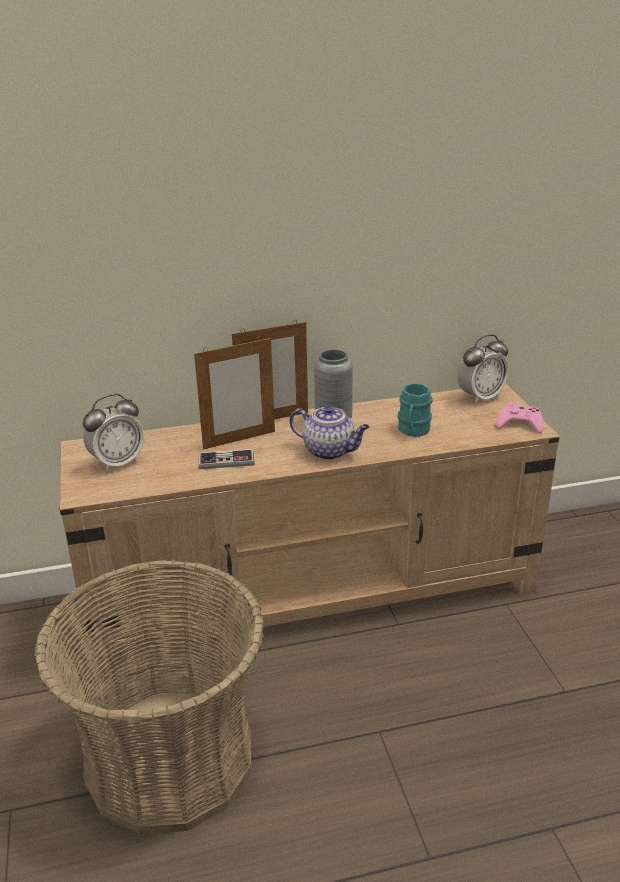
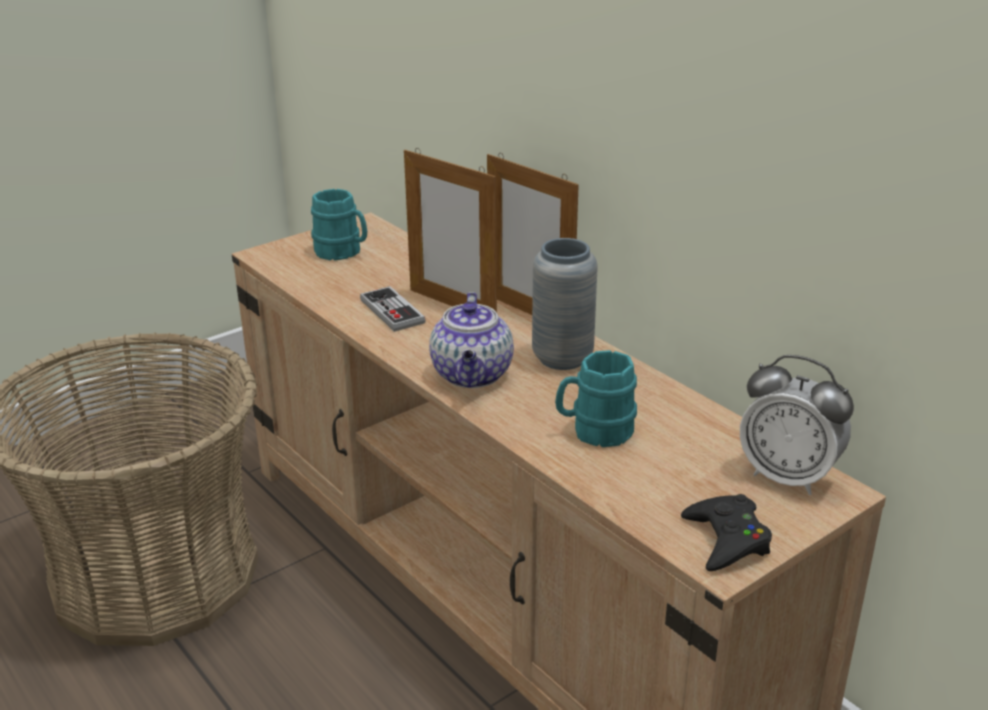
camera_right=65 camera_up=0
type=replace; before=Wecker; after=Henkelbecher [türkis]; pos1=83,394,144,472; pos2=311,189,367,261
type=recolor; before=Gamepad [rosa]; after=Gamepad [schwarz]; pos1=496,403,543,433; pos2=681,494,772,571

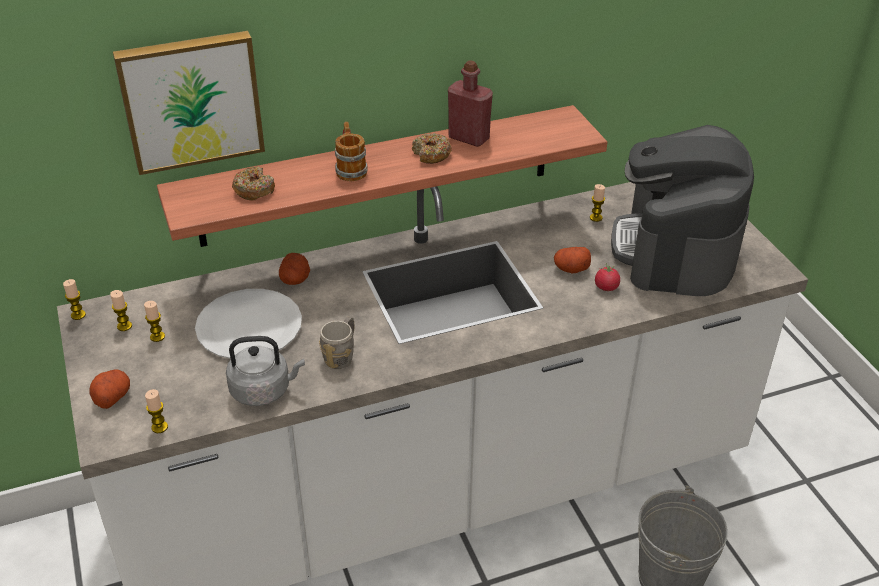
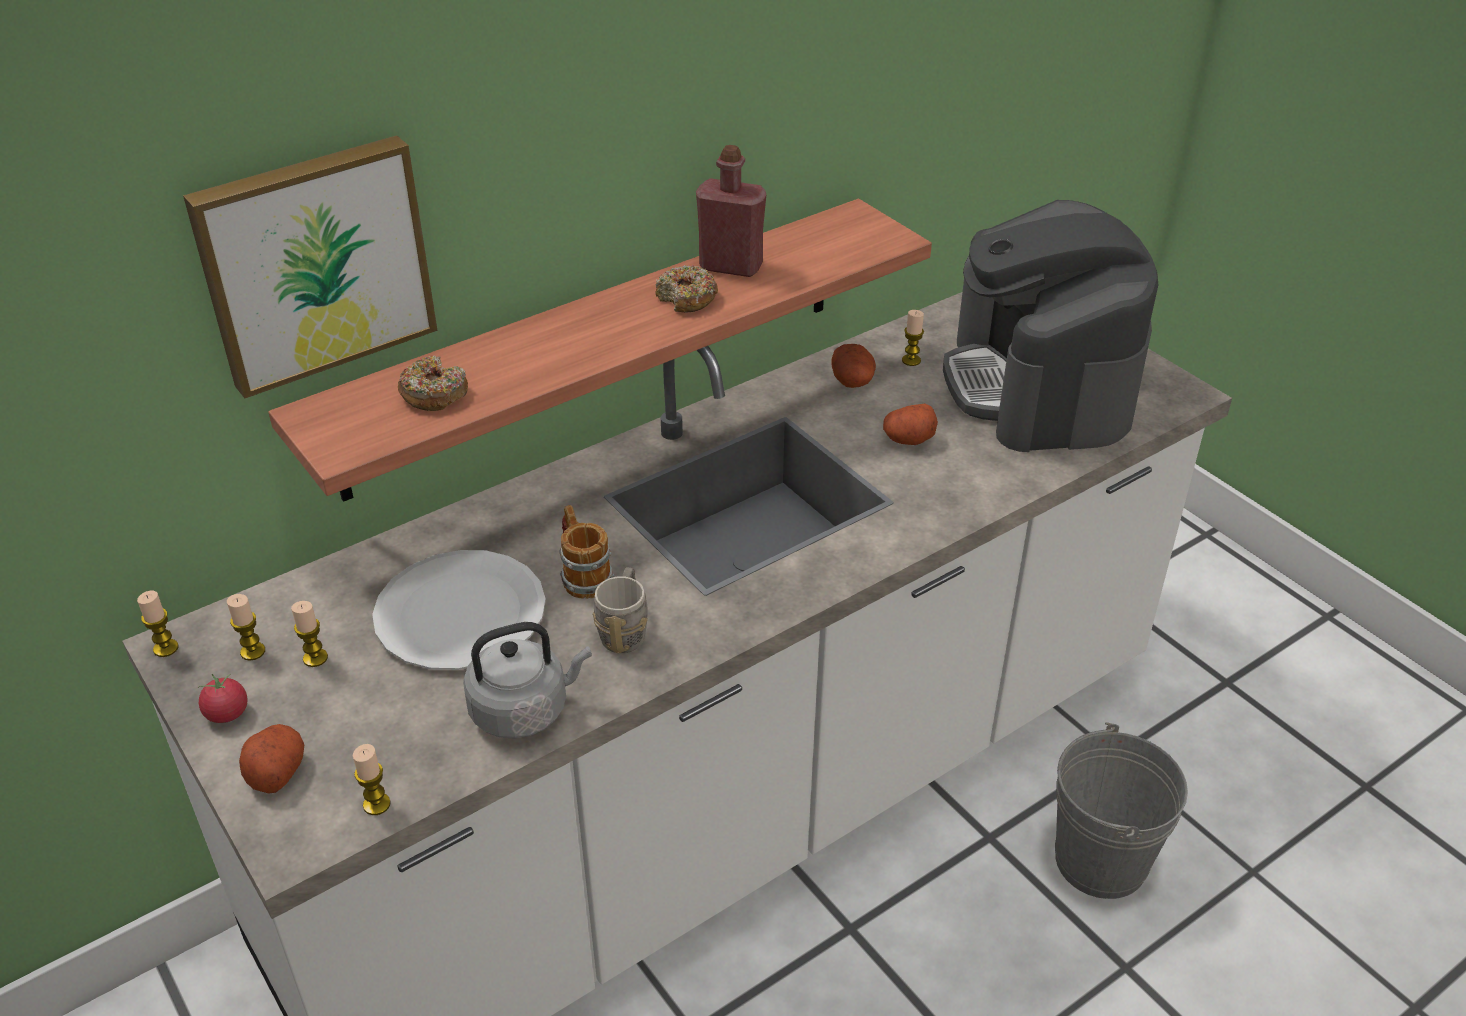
camera_right=-15 camera_up=0
type=move; before=Kartoffel; pos1=279,253,310,285; pos2=831,344,876,388
type=move; before=Henkelbecher; pos1=335,122,368,181; pos2=559,505,614,599
type=move; before=Tomate; pos1=595,263,620,291; pos2=198,674,247,723

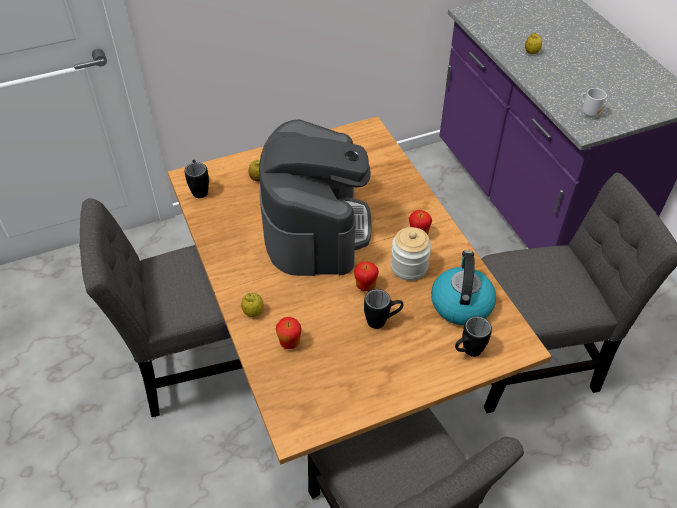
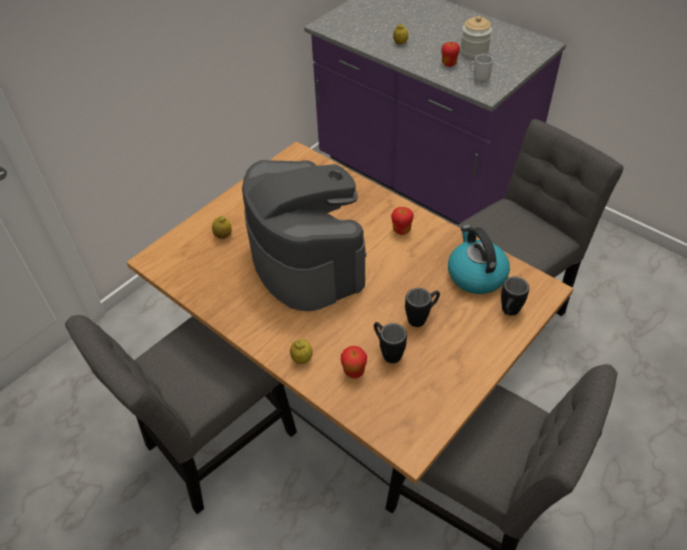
camera_right=-25 camera_up=0
type=move; before=Henkelbecher [schwarz]; pos1=185,160,209,198; pos2=374,322,407,363
type=move; before=Apfel; pos1=354,261,379,291; pos2=441,42,460,67
type=move; before=Vorratsglas; pos1=391,227,431,281; pos2=460,16,492,60

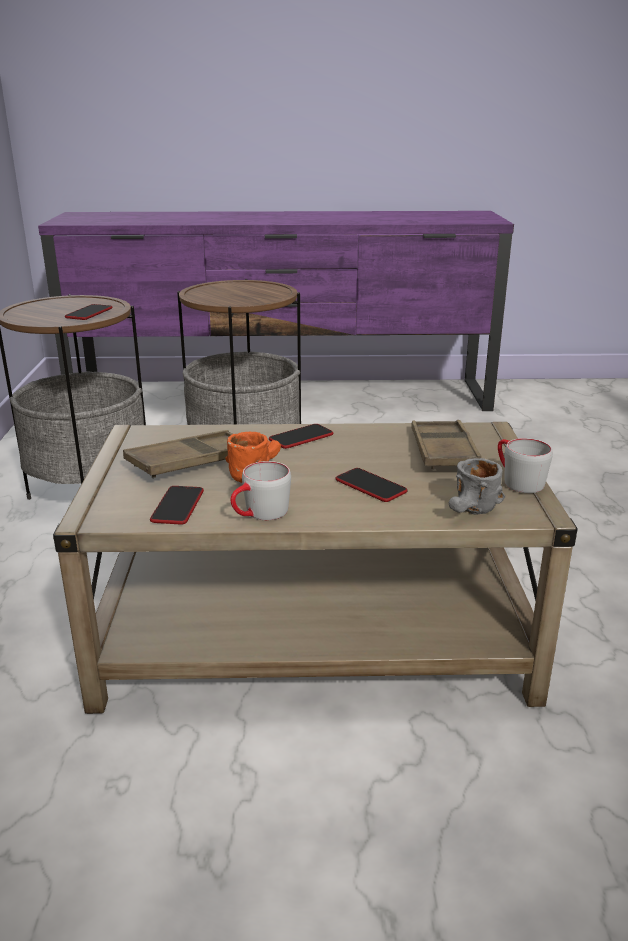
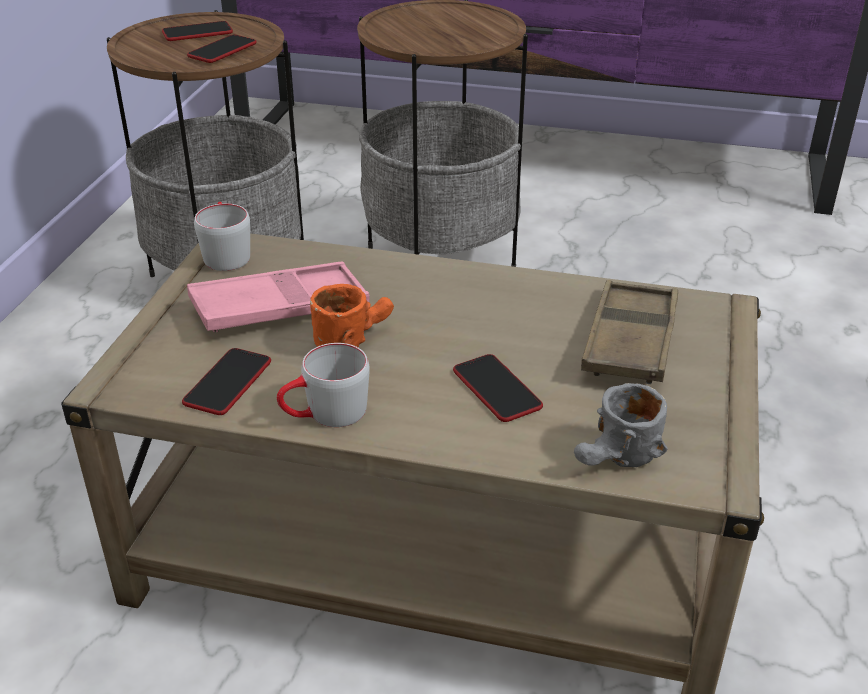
camera_right=15 camera_up=10
type=move; before=Handy; pos1=269,424,333,449; pos2=162,21,233,41
type=move; before=Henkelbecher [grau]; pos1=498,438,553,493; pos2=194,202,250,271
type=recolor; before=Tablett [braun]; after=Tablett [rosa]; pos1=123,430,232,478; pos2=187,262,370,332

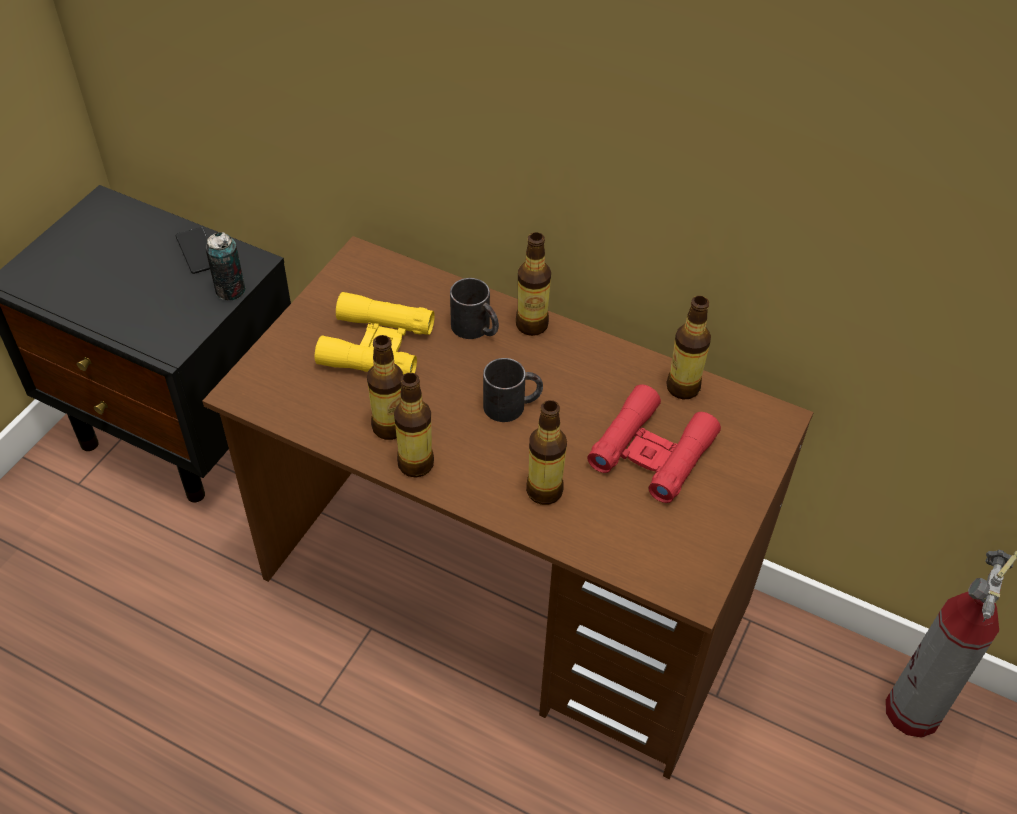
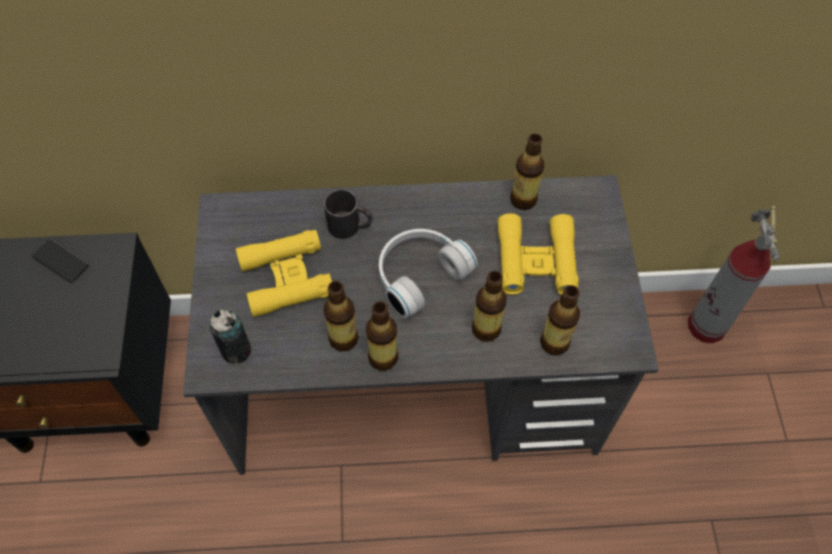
camera_right=-30 camera_up=10
type=move; before=Dose; pos1=206,232,246,300; pos2=209,309,251,364
type=move; before=Flasche; pos1=516,232,551,336; pos2=540,285,580,355
type=replace; before=Henkelbecher [schwarz]; after=Kopfhörer [weiß]; pos1=483,358,543,422; pos2=379,229,478,318
type=recolor; before=Schreibtisch [braun]; after=Schreibtisch [grau]; pos1=202,236,814,779; pos2=183,175,659,475
type=recolor; before=Fernglas [rot]; after=Fernglas [gelb]; pos1=587,384,721,503; pos2=497,213,579,295

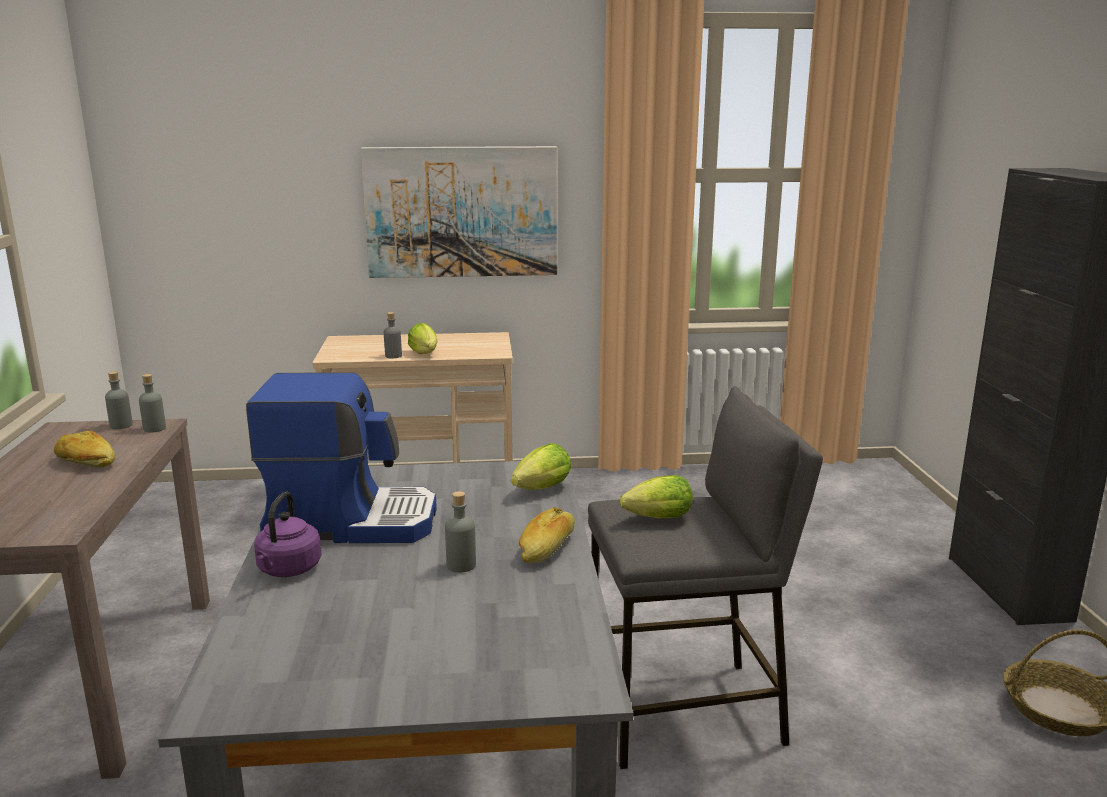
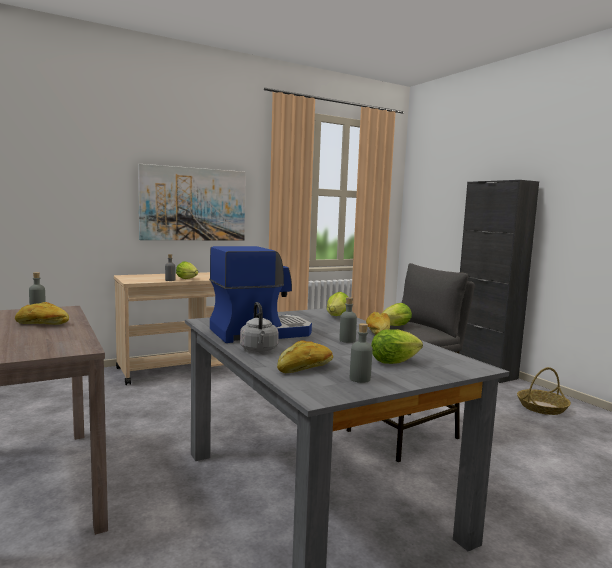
camera_right=-25 camera_up=-10
type=insert; after=Brot; pos2=277,340,333,373
type=insert; after=Salatkopf; pos2=371,329,423,364
type=move; before=Flasche [grau]; pos1=139,374,166,432; pos2=350,323,373,383
type=recolor; before=Wasserkessel [lila]; after=Wasserkessel [grau]; pos1=254,491,322,577; pos2=240,302,279,352

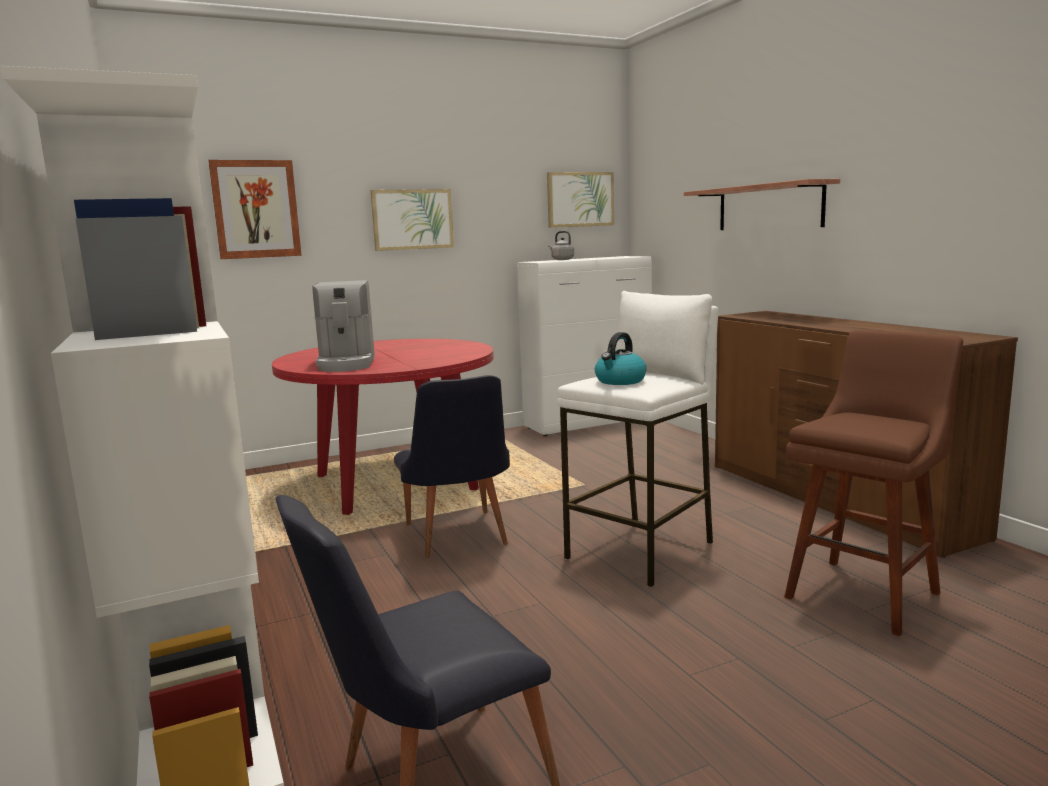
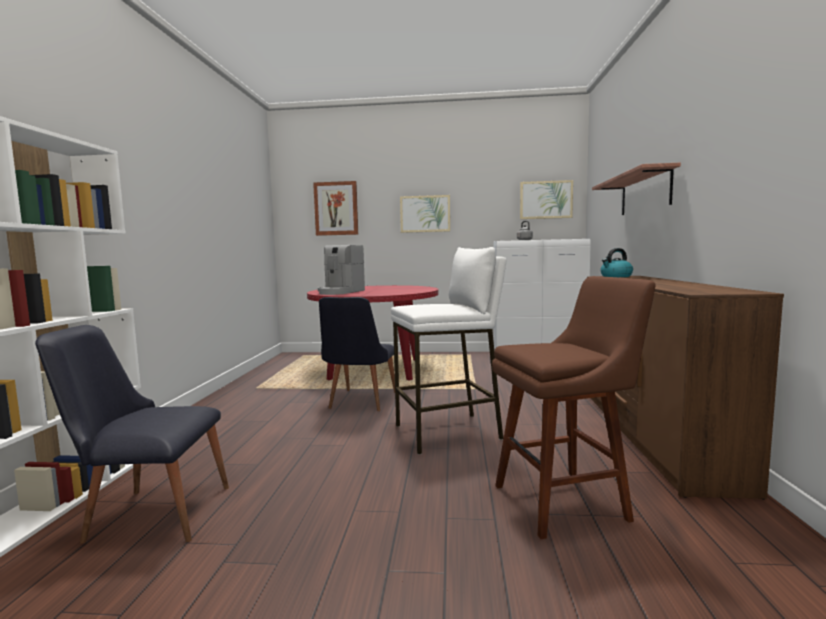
camera_right=30 camera_up=-5
type=move; before=Wasserkessel; pos1=595,332,647,385; pos2=600,248,633,277

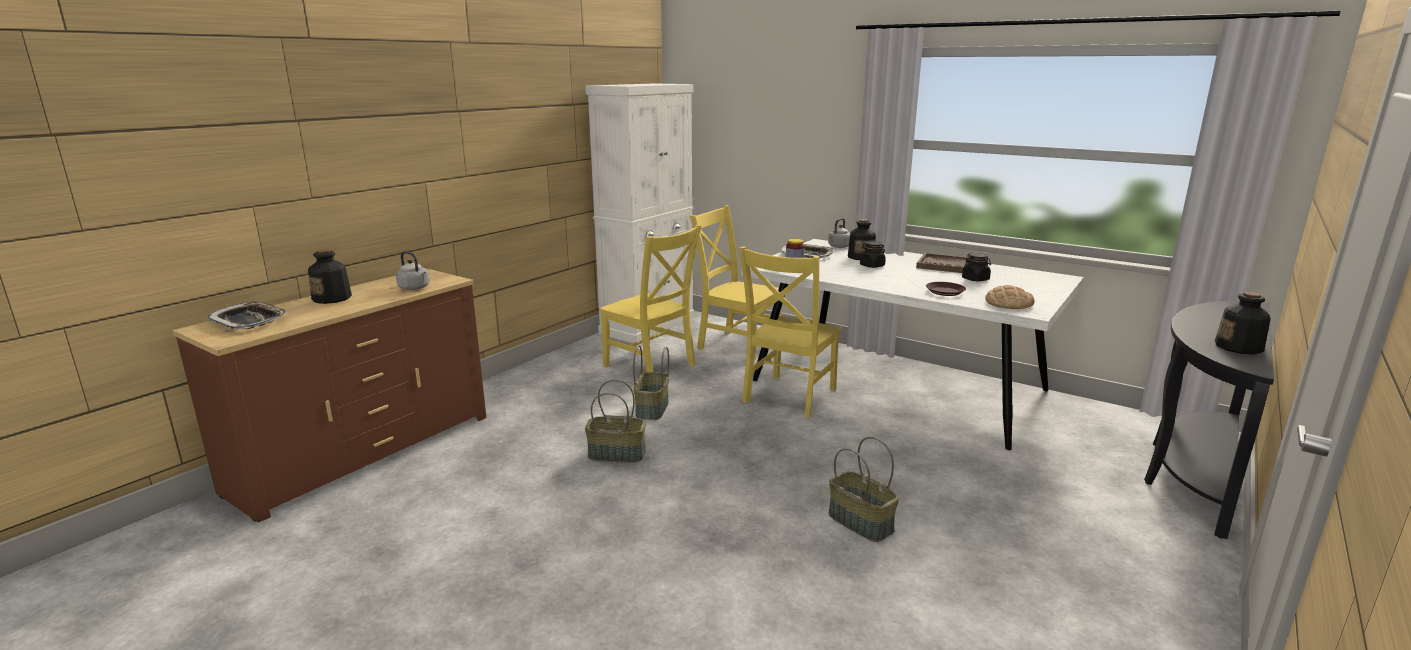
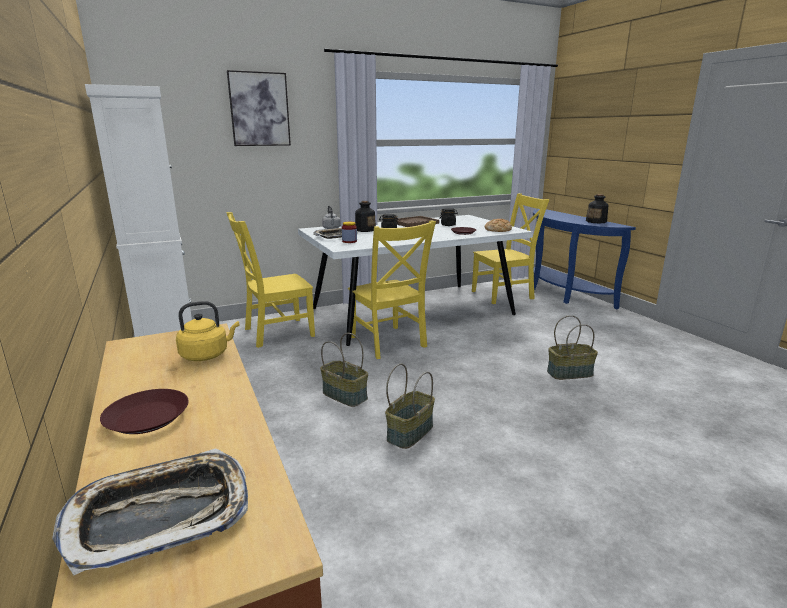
camera_right=-60 camera_up=0
type=insert; after=Bild; pos2=227,70,291,146
type=move; before=Stuhl [gelb]; pos1=599,225,702,372; pos2=472,193,550,304
type=replace; before=Flasche; after=Teller [braun]; pos1=308,249,352,304; pos2=100,389,189,434
type=recolor; before=Wasserkessel [grau]; after=Wasserkessel [gelb]; pos1=396,251,429,290; pos2=176,301,239,361
type=recolor; before=Konsolentisch [schwarz]; after=Konsolentisch [blau]; pos1=1144,301,1274,539; pos2=533,209,636,309

